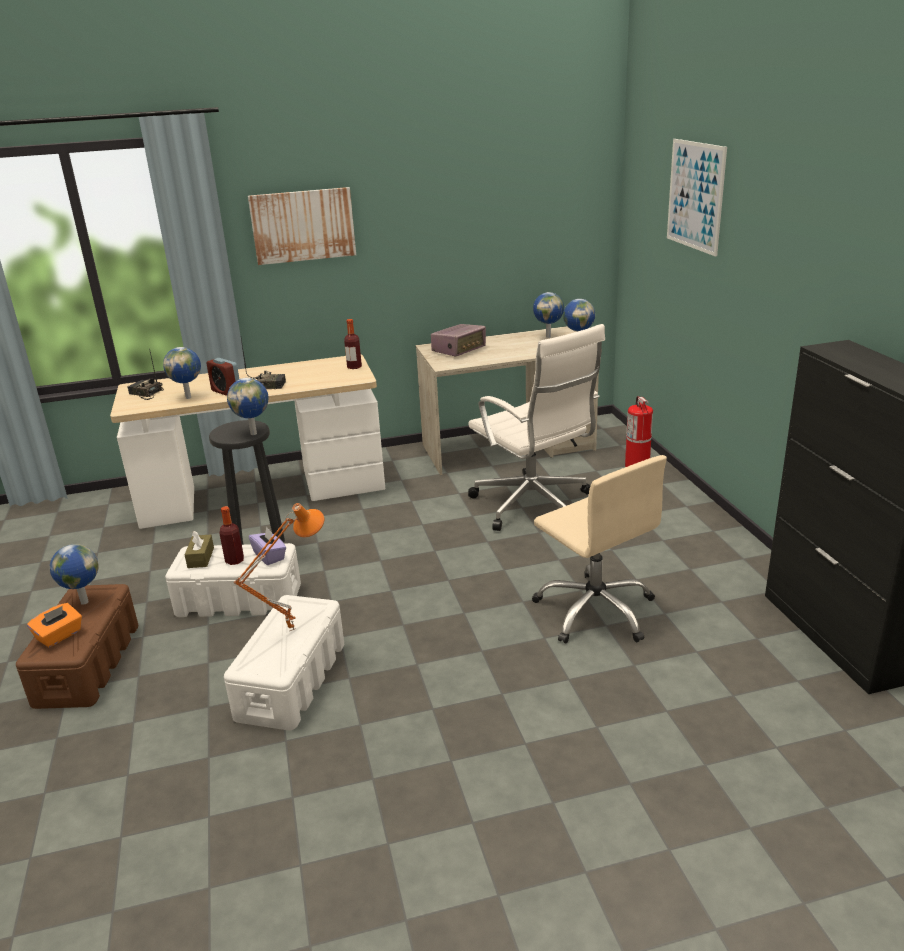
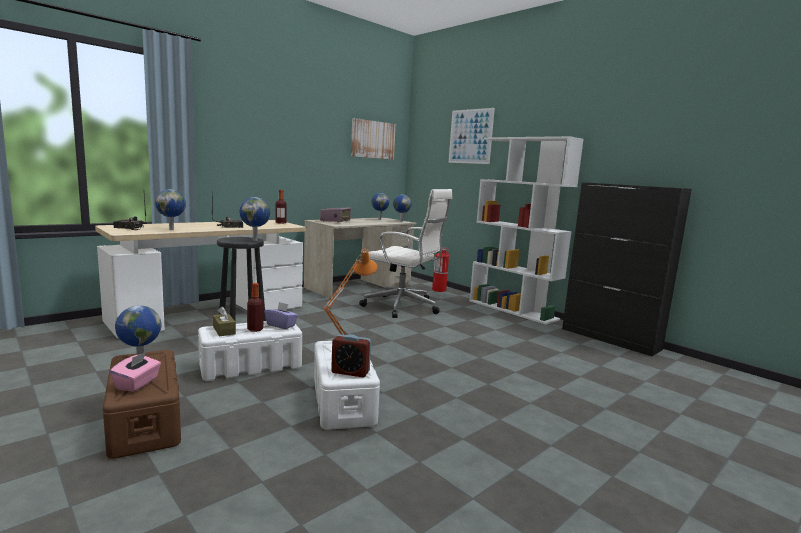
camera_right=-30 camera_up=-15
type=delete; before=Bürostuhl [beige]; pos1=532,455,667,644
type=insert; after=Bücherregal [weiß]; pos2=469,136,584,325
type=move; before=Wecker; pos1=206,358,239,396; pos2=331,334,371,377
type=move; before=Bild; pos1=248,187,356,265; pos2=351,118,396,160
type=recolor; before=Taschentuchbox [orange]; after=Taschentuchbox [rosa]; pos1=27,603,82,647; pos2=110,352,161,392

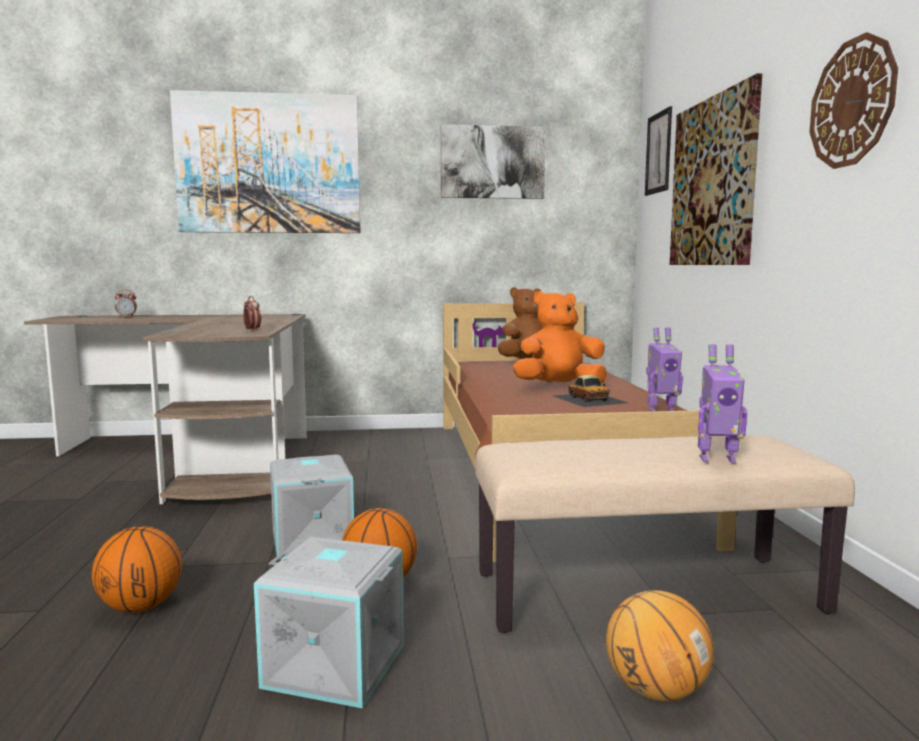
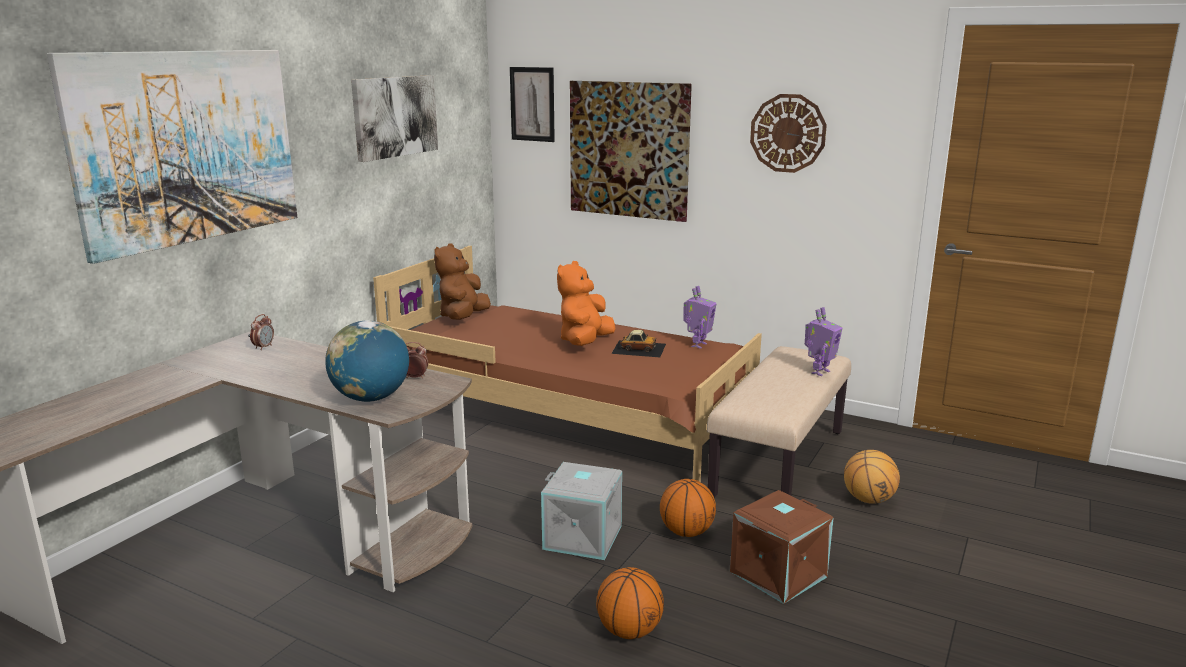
camera_right=-55 camera_up=10
type=insert; after=Globus; pos2=325,320,409,402
type=move; before=Wecker; pos1=115,290,137,317; pos2=250,314,274,350
type=recolor; before=Aufbewahrungsbox [grau]; after=Aufbewahrungsbox [braun]; pos1=254,537,404,708; pos2=730,490,834,604

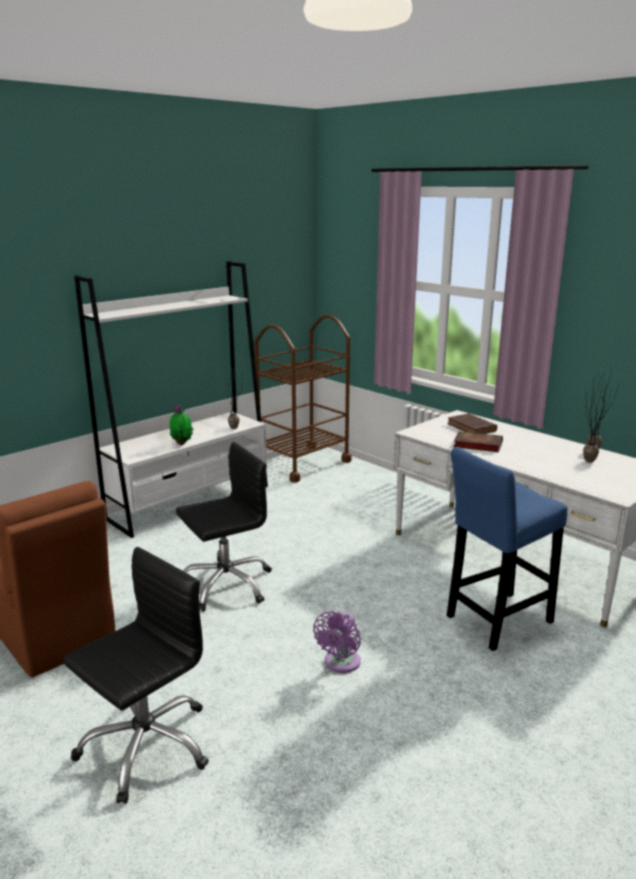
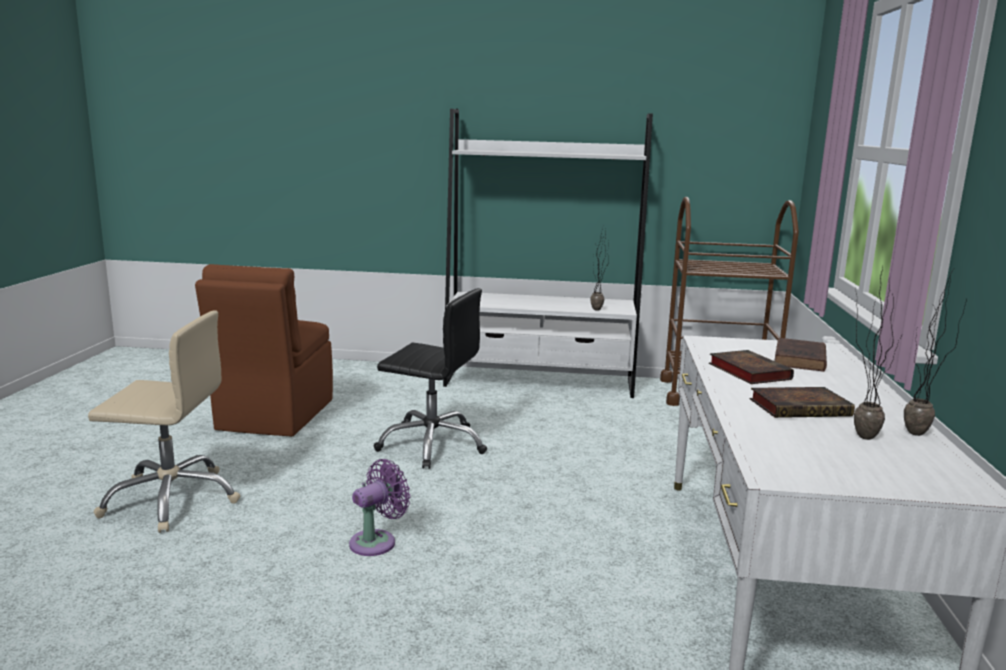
camera_right=50 camera_up=-5
type=delete; before=Topfpflanze; pos1=170,404,193,445
type=delete; before=Hocker [blau]; pos1=447,447,568,651
type=insert; after=Buch; pos2=749,387,855,418
type=recolor; before=Bürostuhl [schwarz]; after=Bürostuhl [beige]; pos1=63,547,209,804; pos2=88,310,240,533
type=rotate; before=Ventilator [lila]; pos1=313,611,361,673; pos2=349,459,410,556; turn=150

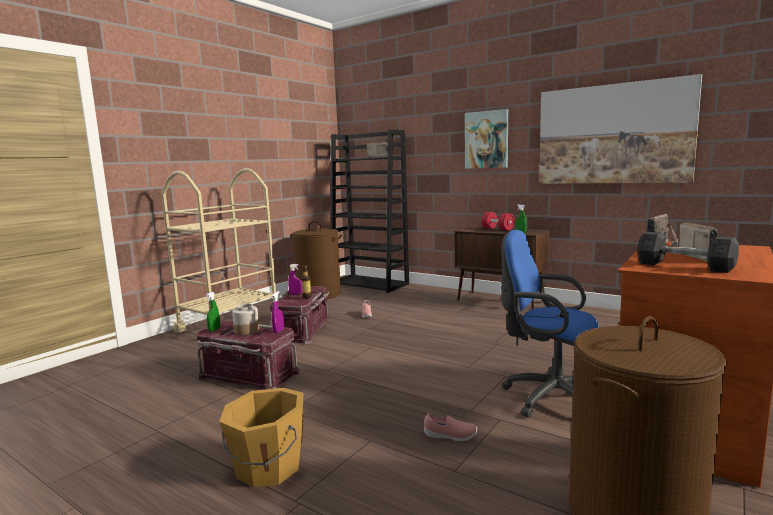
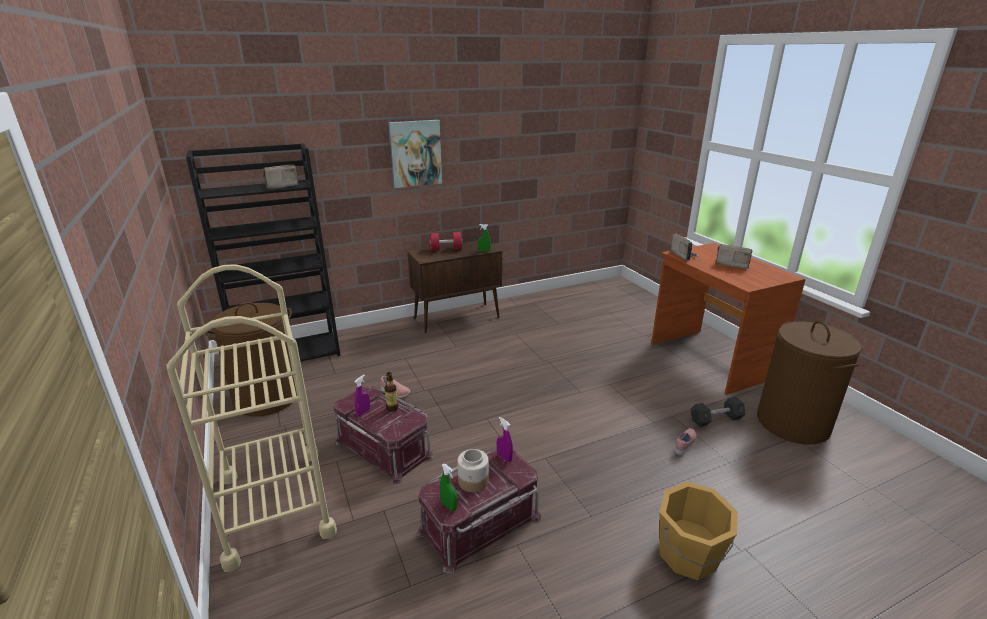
camera_right=-60 camera_up=15
type=delete; before=Bürostuhl [blau]; pos1=501,230,599,418
type=delete; before=Bild; pos1=539,74,702,184
type=move; before=Hantel [grau]; pos1=637,232,739,273; pos2=691,397,746,427

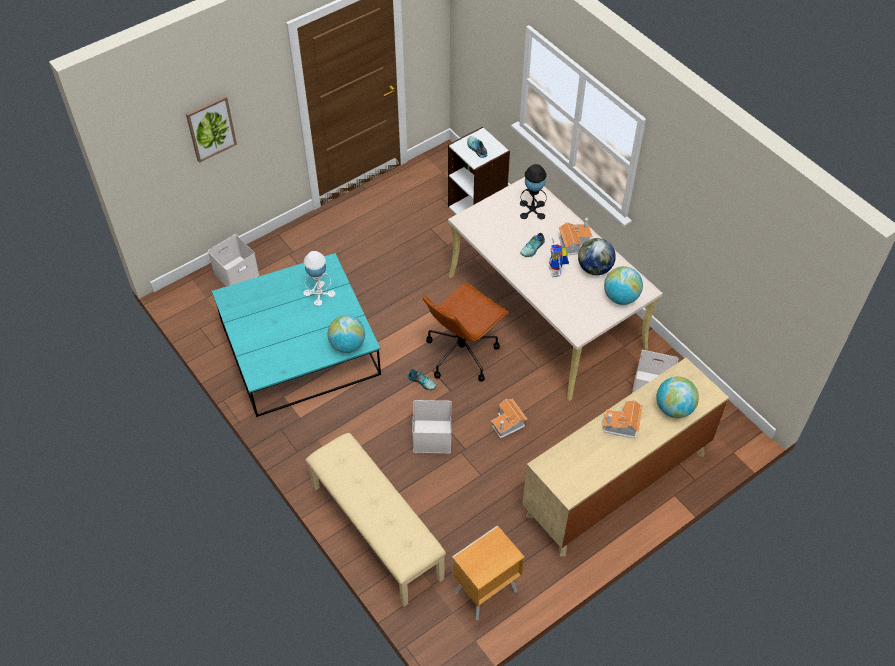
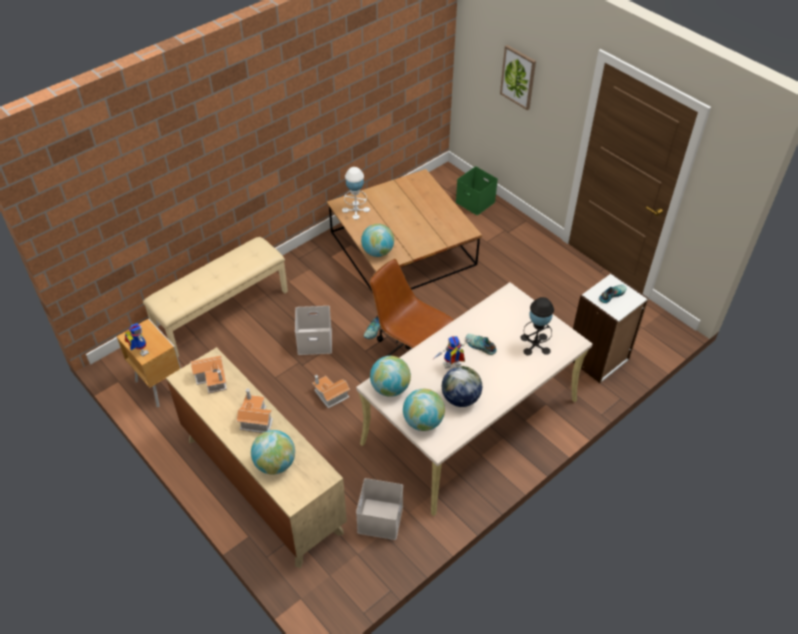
camera_right=85 camera_up=-5
type=insert; after=Spielzeugroboter; pos2=125,323,149,356
type=insert; after=Globus; pos2=370,356,411,397
type=move; before=Tischlampe [weiß]; pos1=303,251,336,306; pos2=342,167,370,220
type=move; before=Spielzeughaus; pos1=559,218,593,255; pos2=191,355,227,394
type=recolor; before=Aufbewahrungsbox [weiß]; after=Aufbewahrungsbox [grün]; pos1=208,234,259,287; pos2=456,167,498,215
type=recolor; before=Couchtisch [türkis]; after=Couchtisch [braun]; pos1=212,253,381,417; pos2=327,169,482,293

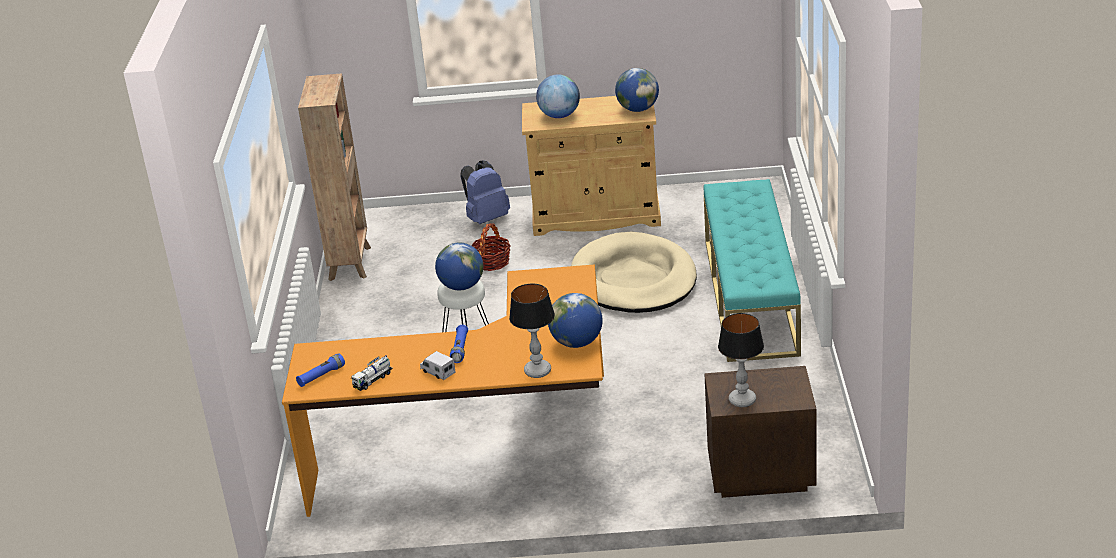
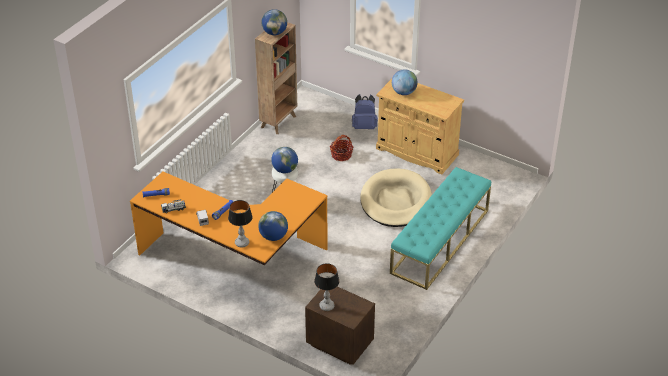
camera_right=30 camera_up=10
type=move; before=Globus; pos1=615,68,659,112; pos2=261,9,287,35

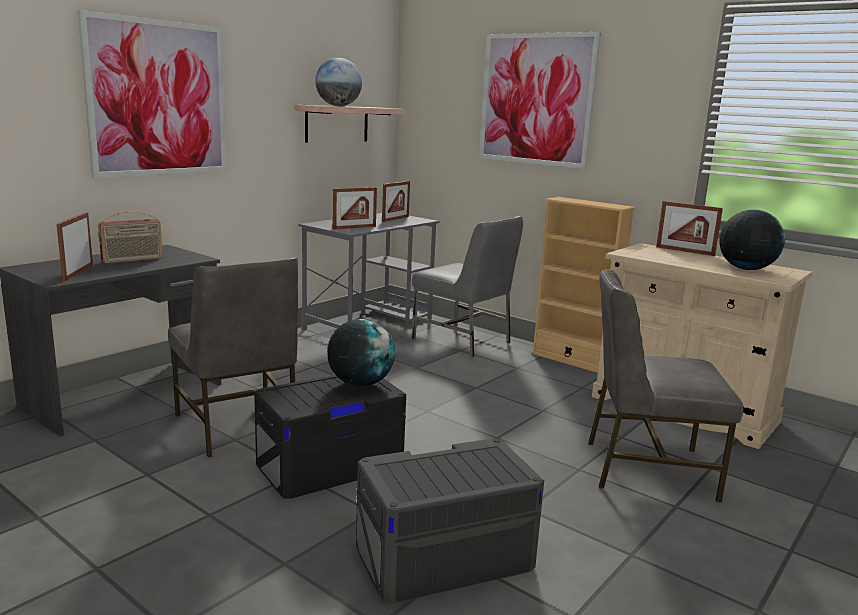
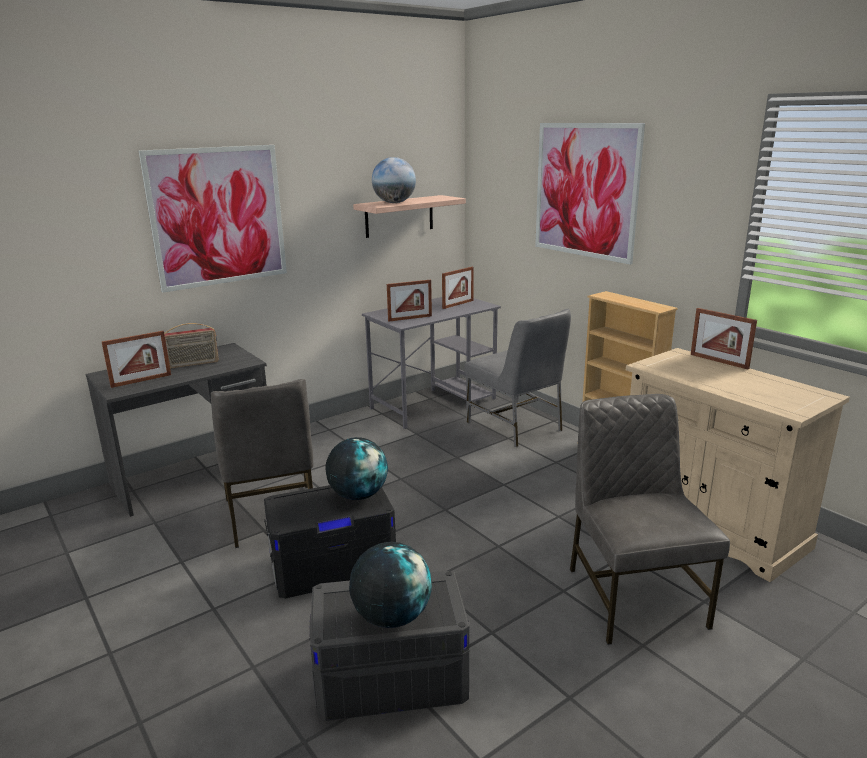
camera_right=15 camera_up=5
type=move; before=Globus; pos1=719,210,785,270; pos2=349,542,432,628
type=rotate; before=Bilderrahmen; pos1=57,212,93,281; pos2=102,331,171,388; turn=-135
type=rotate; before=Stuhl [grau]; pos1=588,269,743,503; pos2=570,394,730,645; turn=60

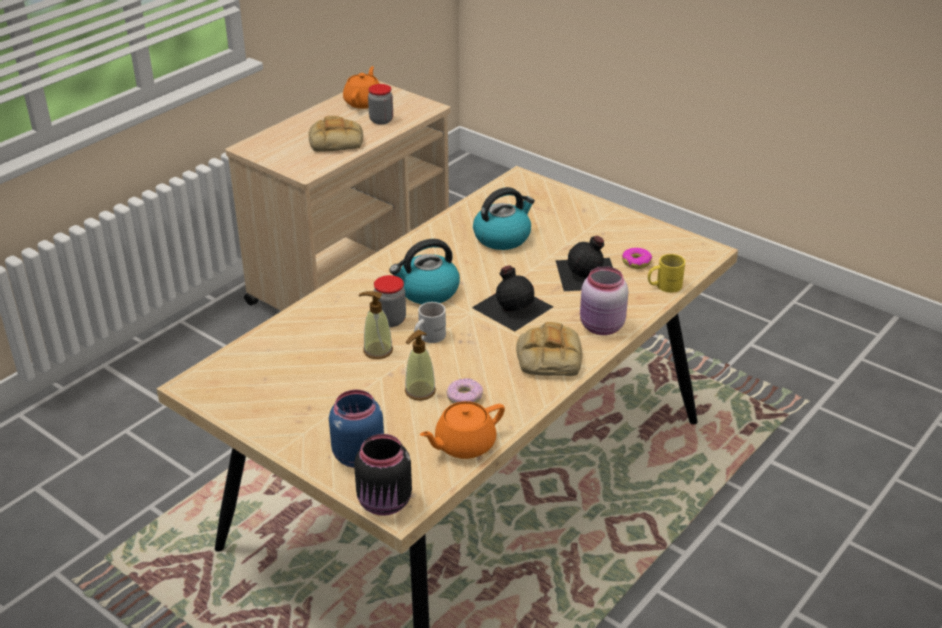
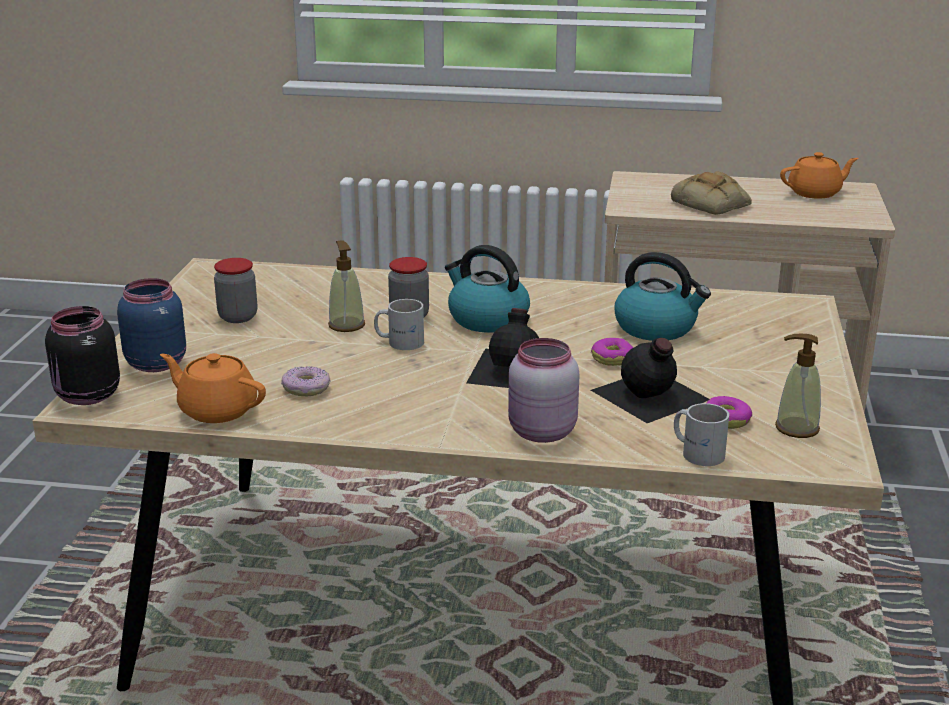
camera_right=60 camera_up=-10
type=delete; before=Brot; pos1=516,322,582,376
type=insert; after=Donut; pos2=591,338,633,366
type=move; before=Vorratsglas; pos1=368,84,393,125; pos2=214,258,257,323
type=move; before=Seifenspender; pos1=405,330,436,401; pos2=775,334,821,438
type=recolor; before=Henkelbecher [gelb]; after=Henkelbecher [weiß]; pos1=648,254,685,293; pos2=674,403,729,466

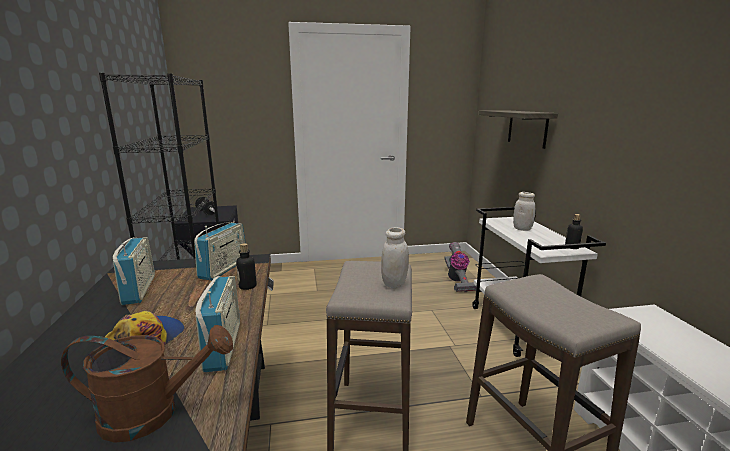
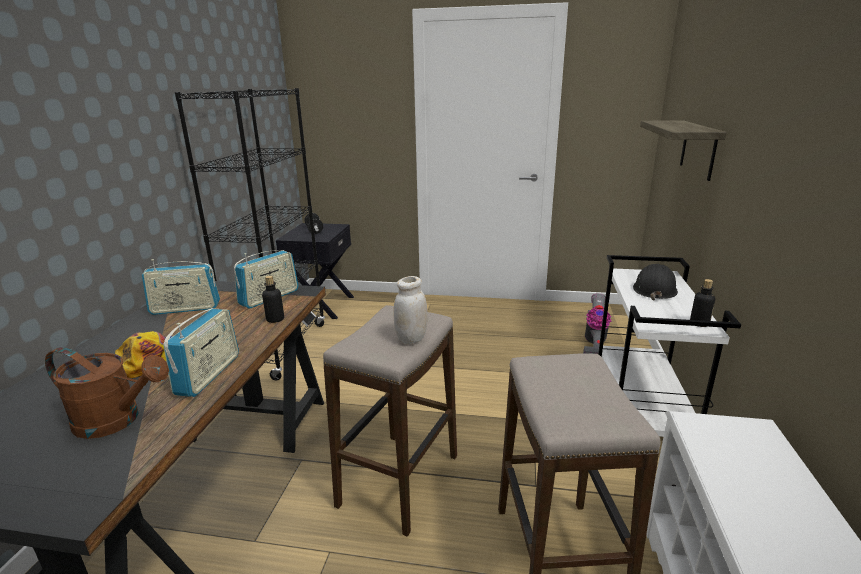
camera_right=20 camera_up=5
type=replace; before=Vorratsglas [weiß]; after=Schutzhelm [schwarz]; pos1=513,192,535,231; pos2=633,264,678,300
type=rotate; before=Radio; pos1=113,237,155,305; pos2=142,259,220,315; turn=75

